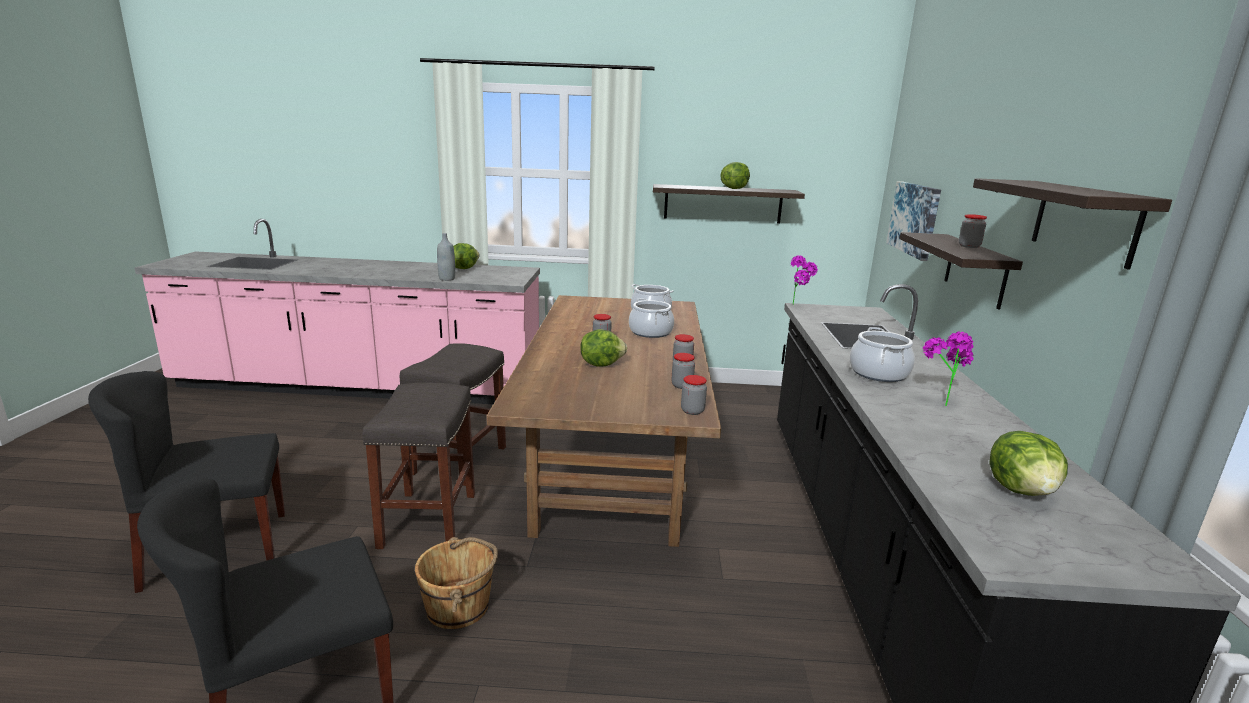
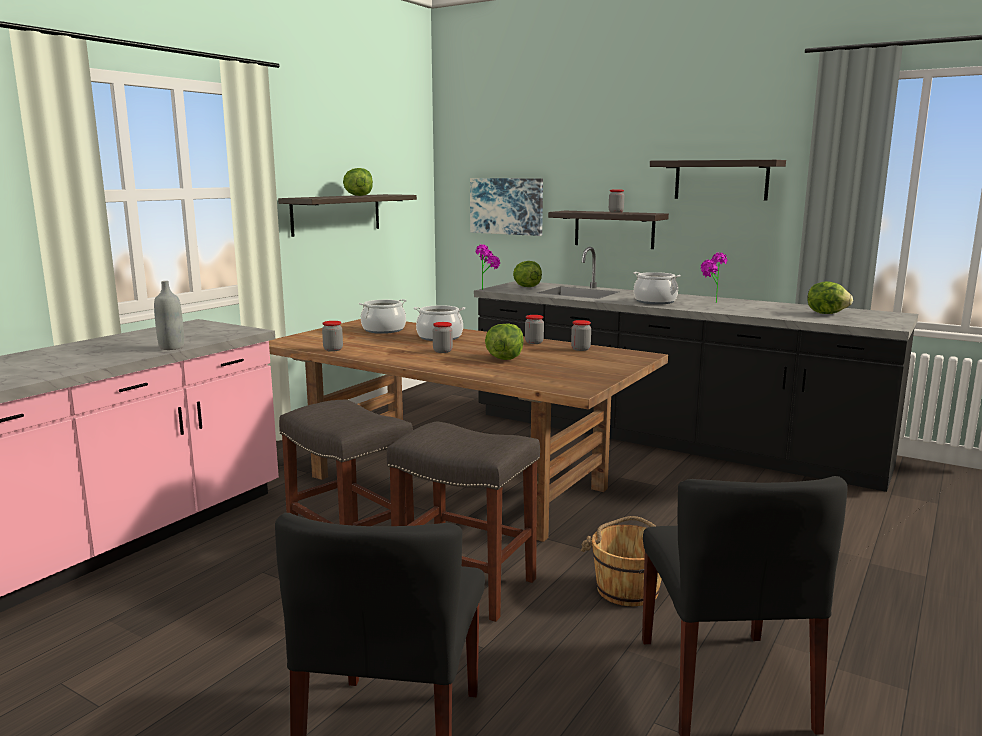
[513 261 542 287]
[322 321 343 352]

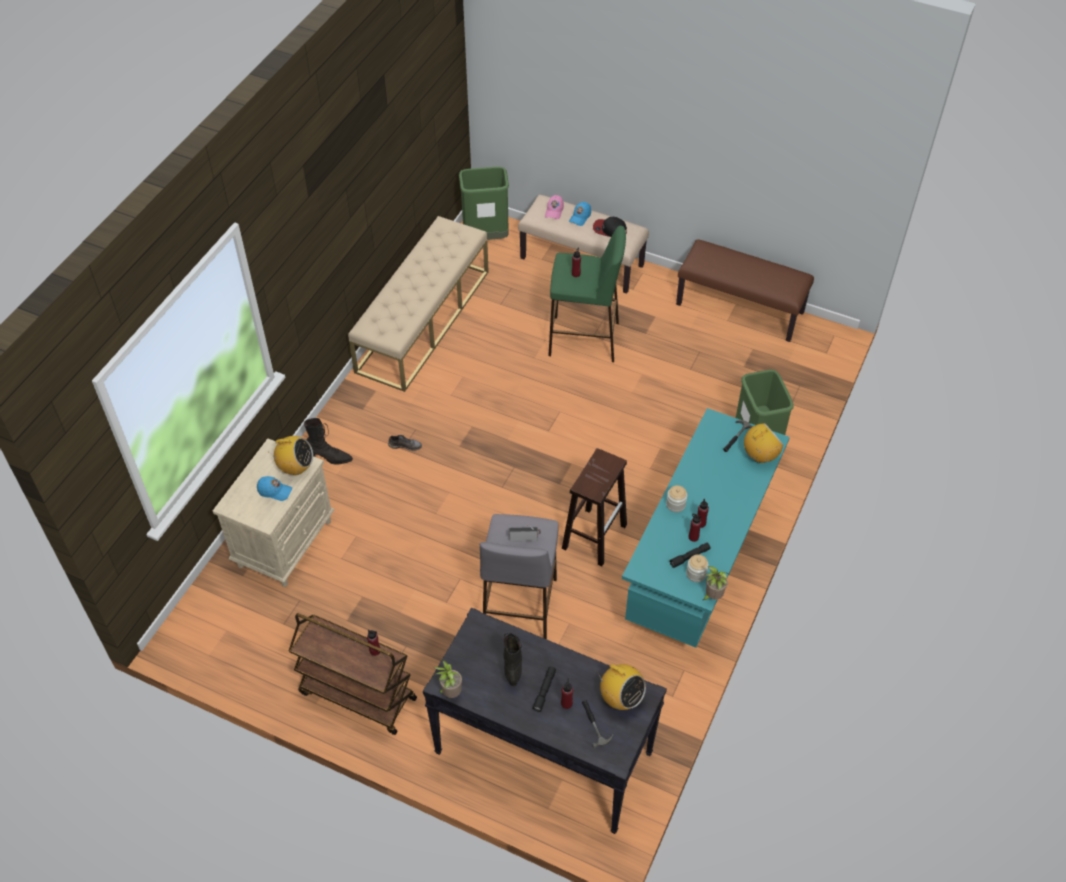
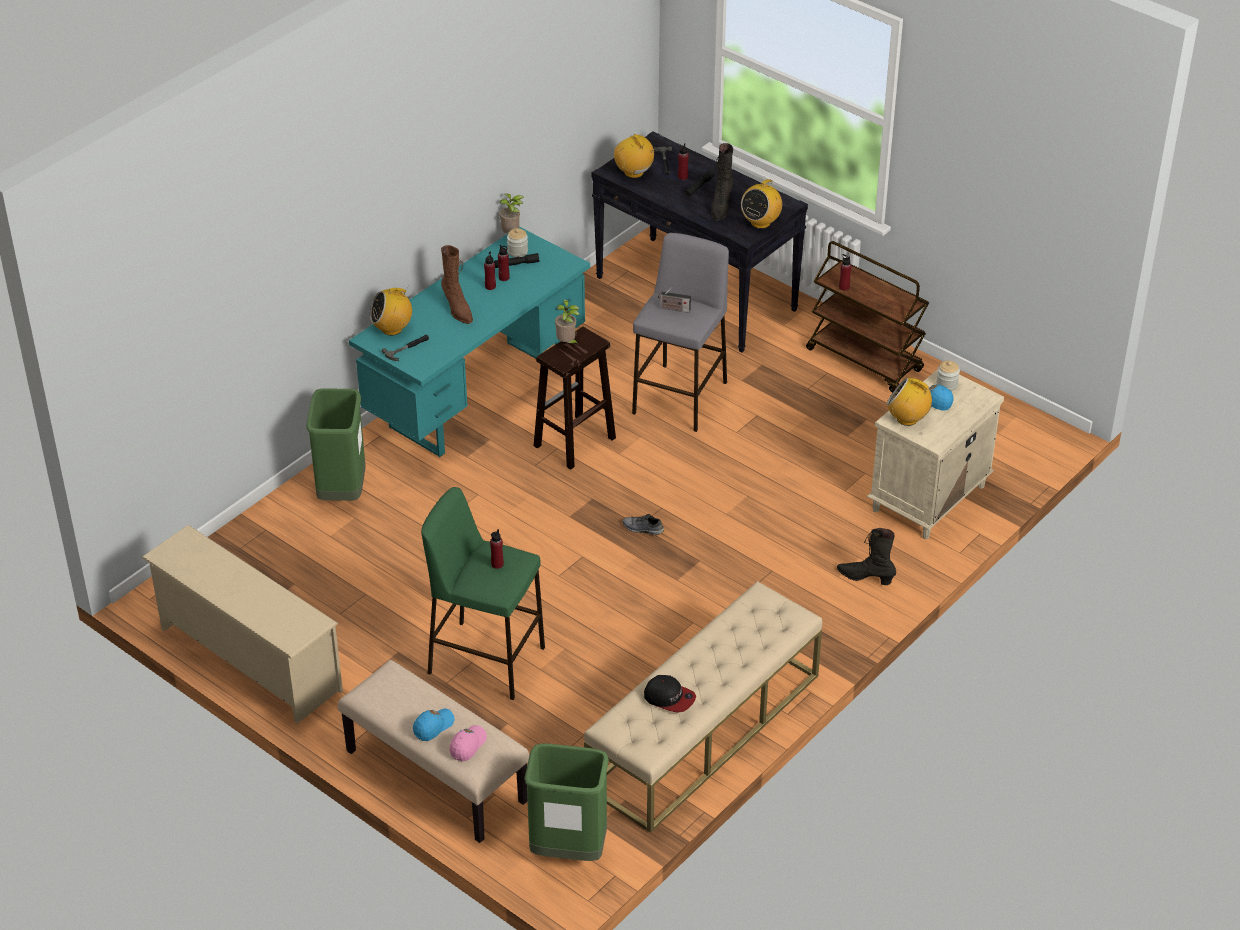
[644 675 696 712]
[142 525 343 723]
[623 514 664 535]
[936 361 960 391]
[555 300 580 345]
[741 177 782 229]
[441 245 473 324]

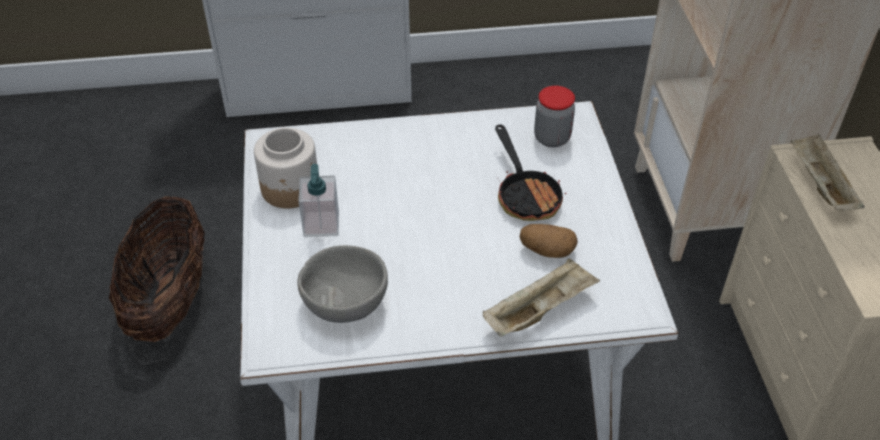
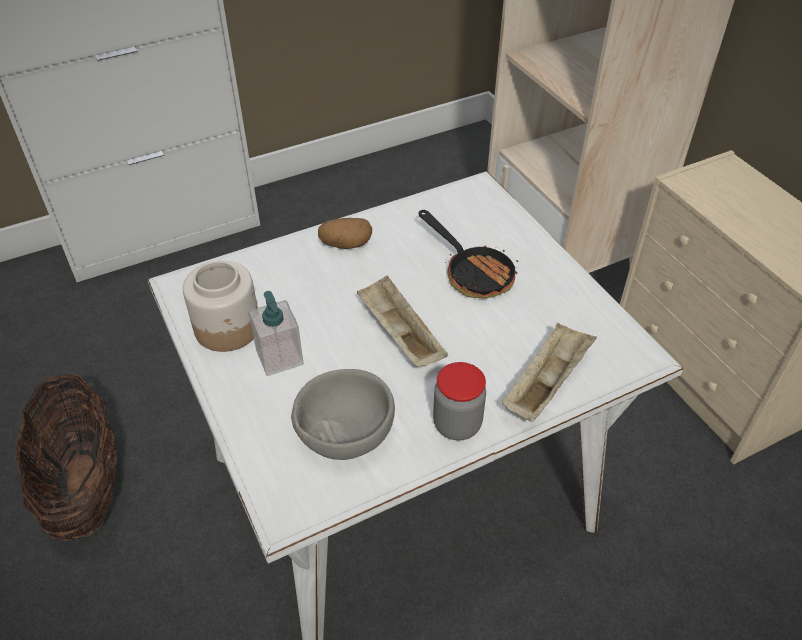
[433 362 486 441]
[357 275 448 367]
[318 218 372 249]

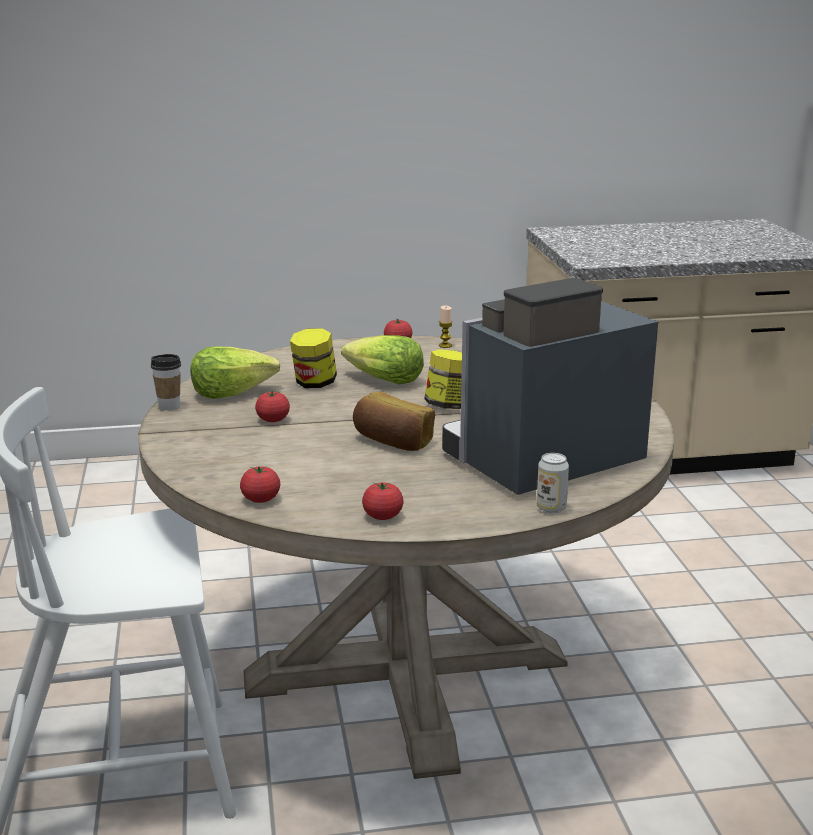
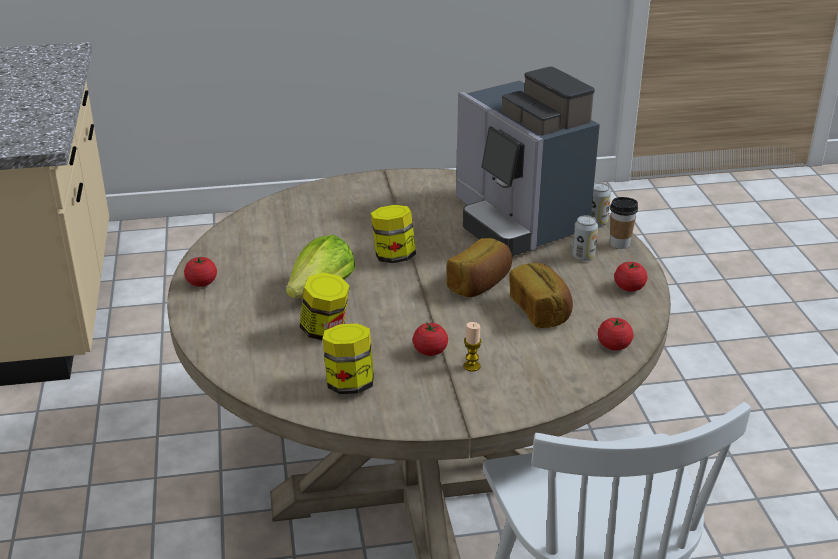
[464 322 482 372]
[323 323 374 394]
[610 197 638 249]
[572 215 598 261]
[509 263 573 328]

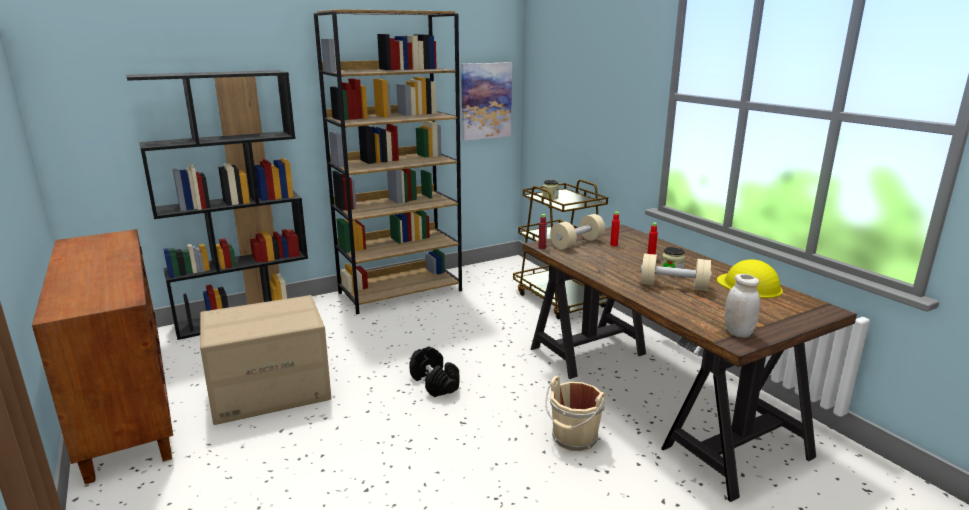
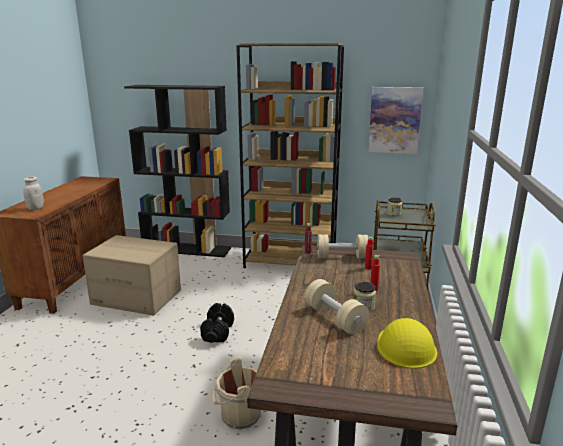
[23 177 44 210]

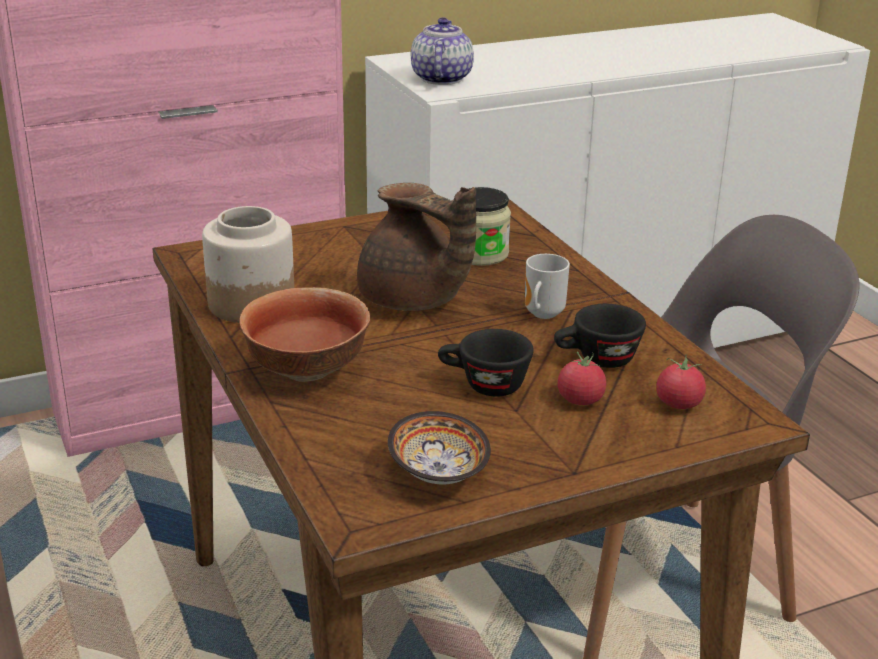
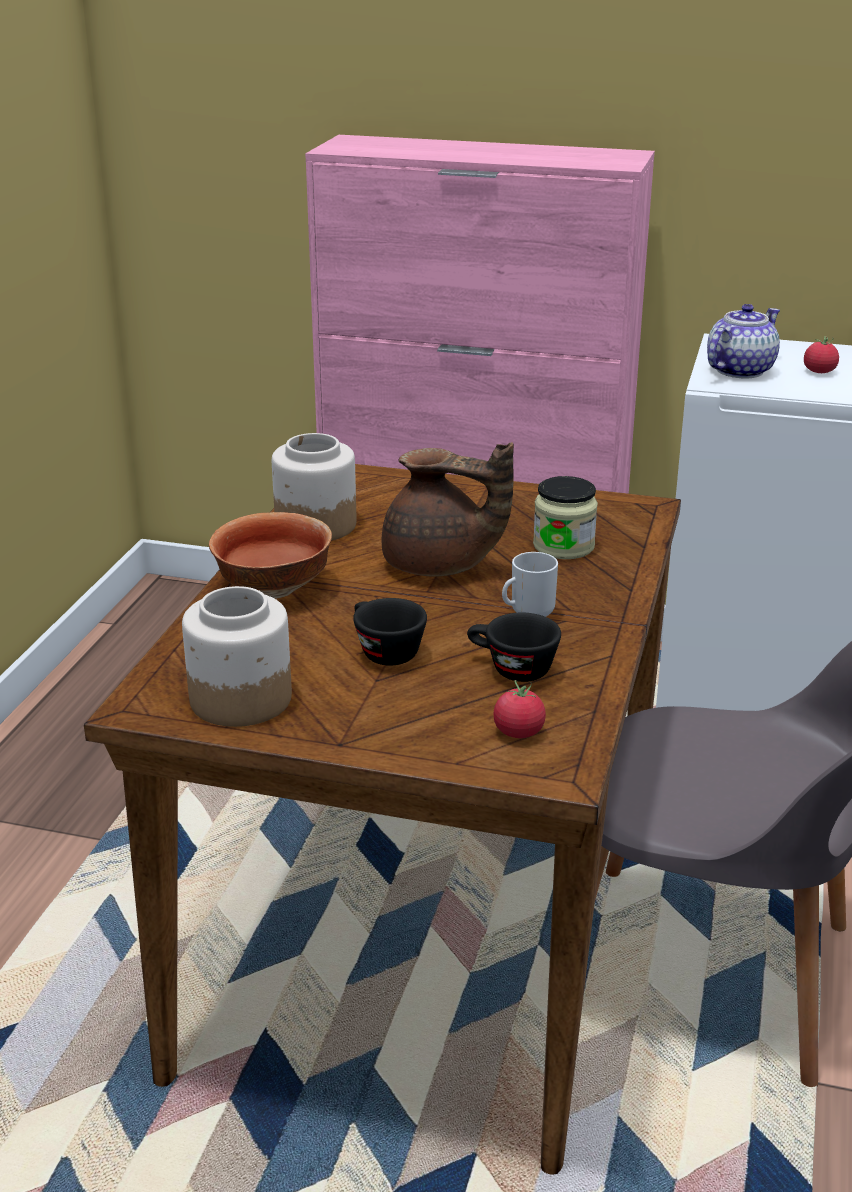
[381 442 514 577]
[804 336 839 373]
[182 586 292 727]

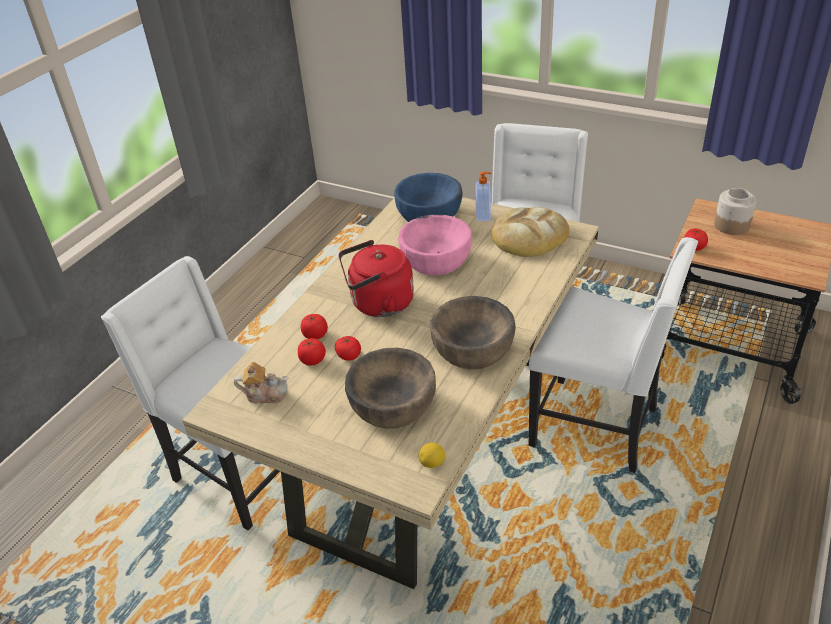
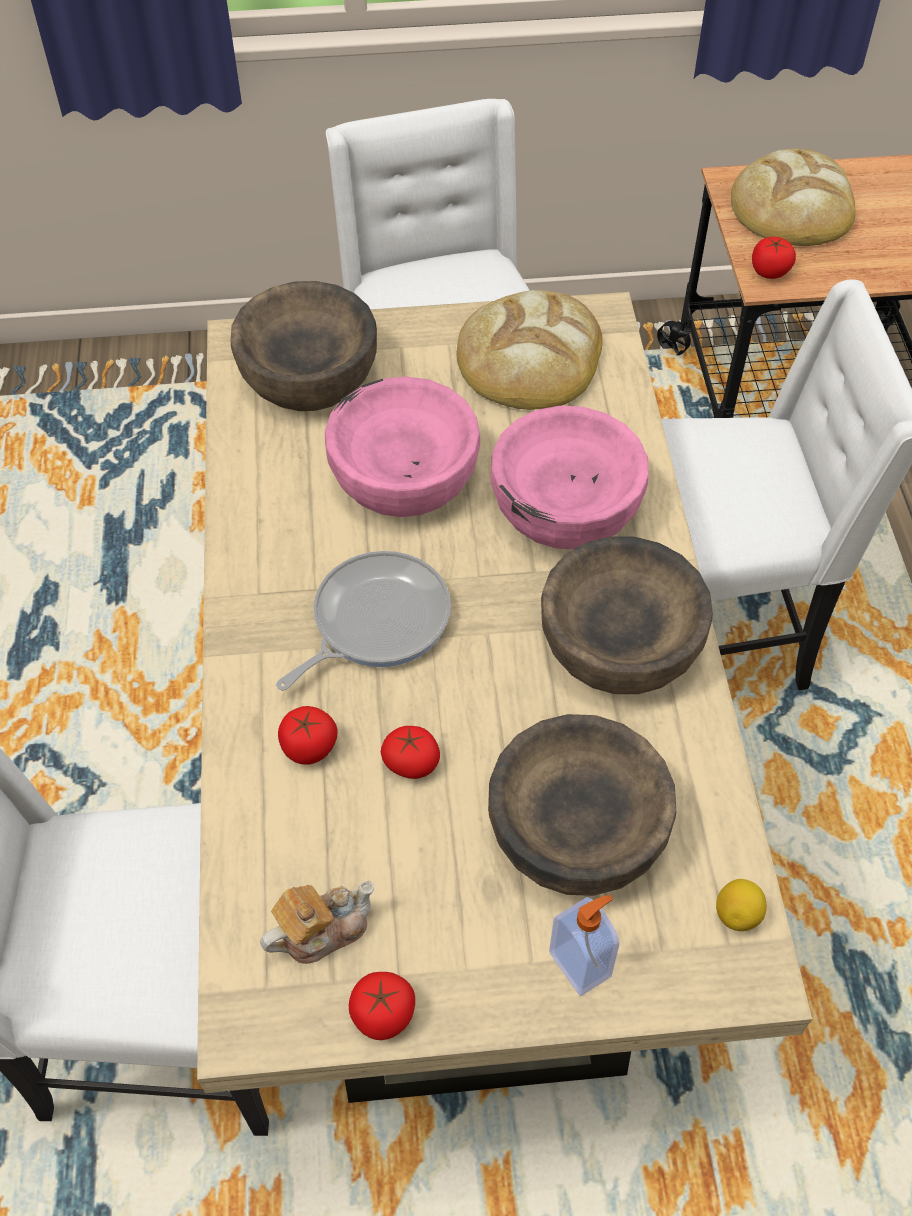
[549 895 619 996]
[231 281 377 411]
[731 149 856 246]
[276 551 451 691]
[349 972 415 1040]
[490 406 649 549]

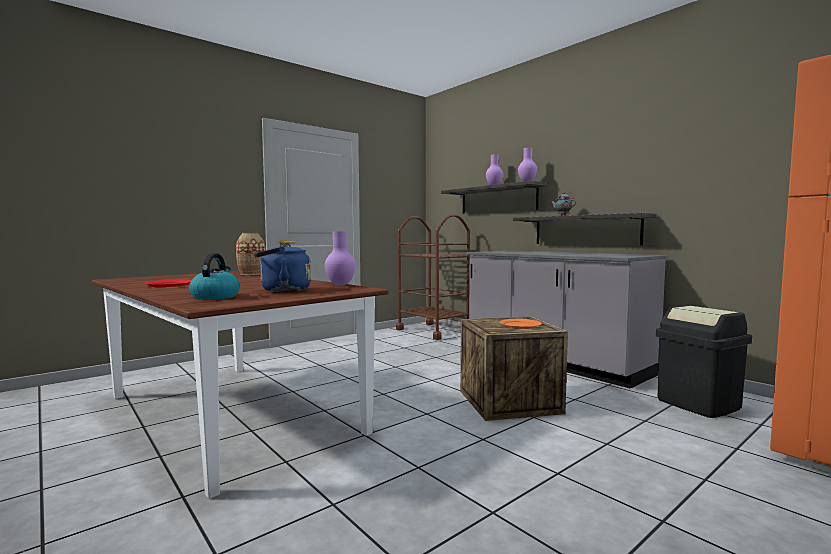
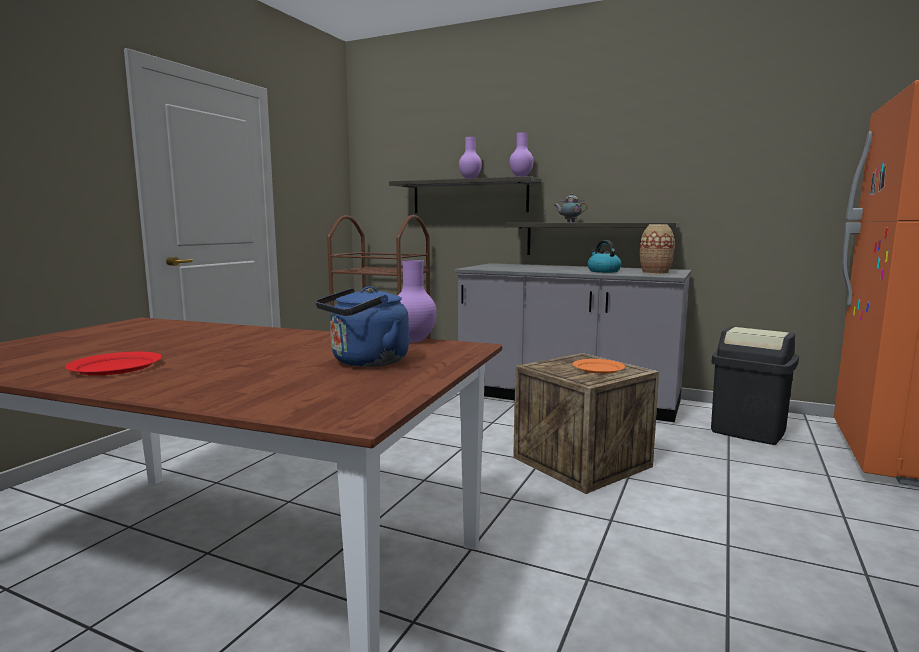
[640 224 675 274]
[588 240 621 273]

